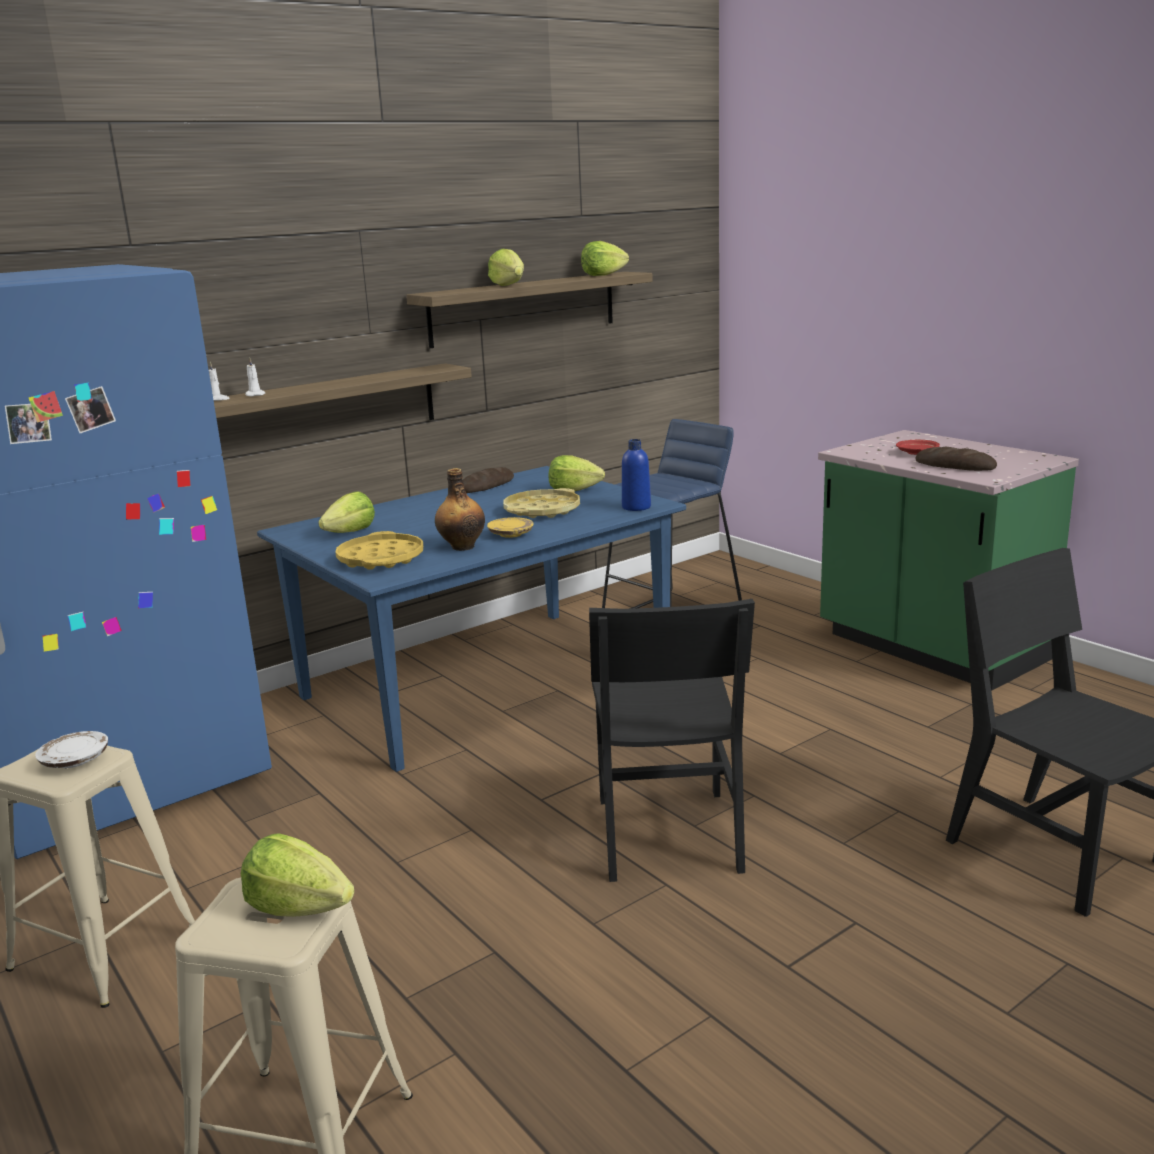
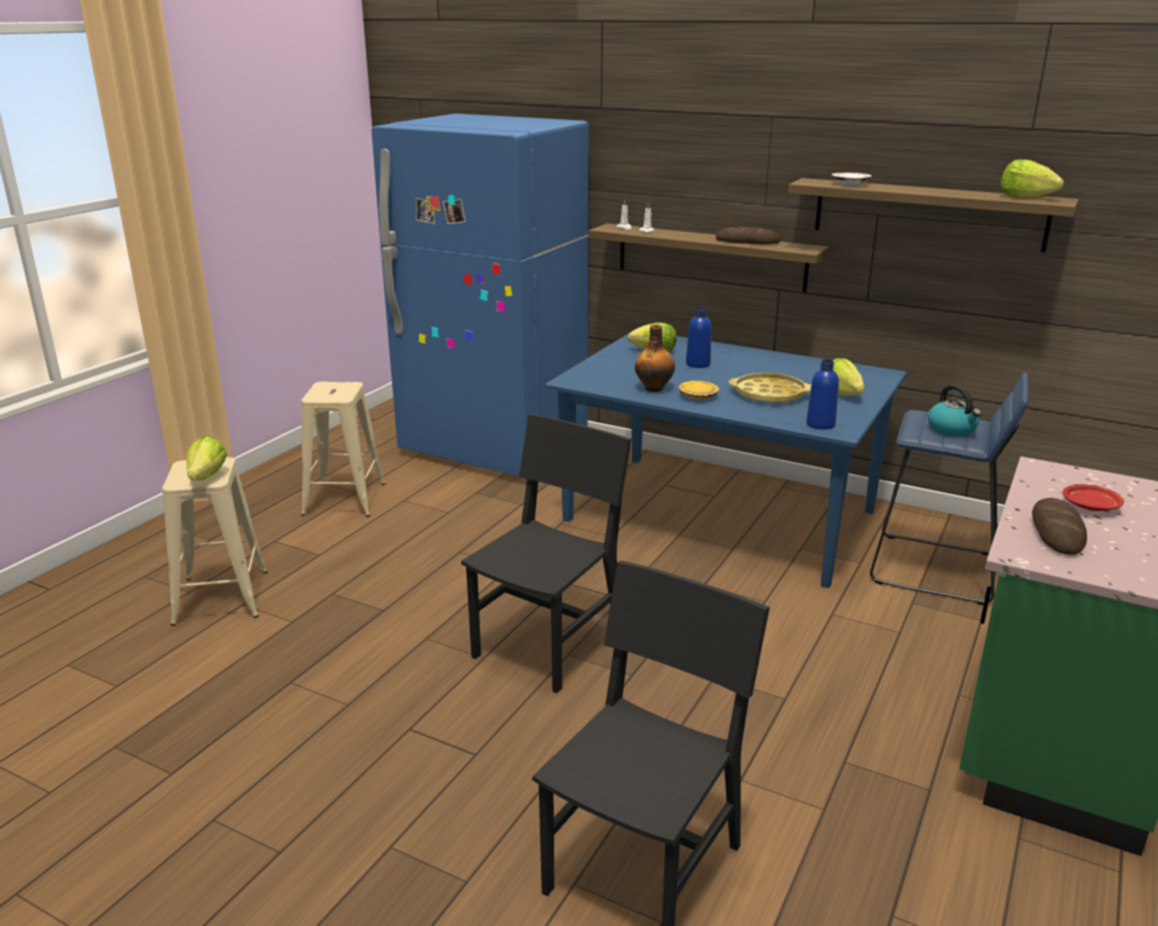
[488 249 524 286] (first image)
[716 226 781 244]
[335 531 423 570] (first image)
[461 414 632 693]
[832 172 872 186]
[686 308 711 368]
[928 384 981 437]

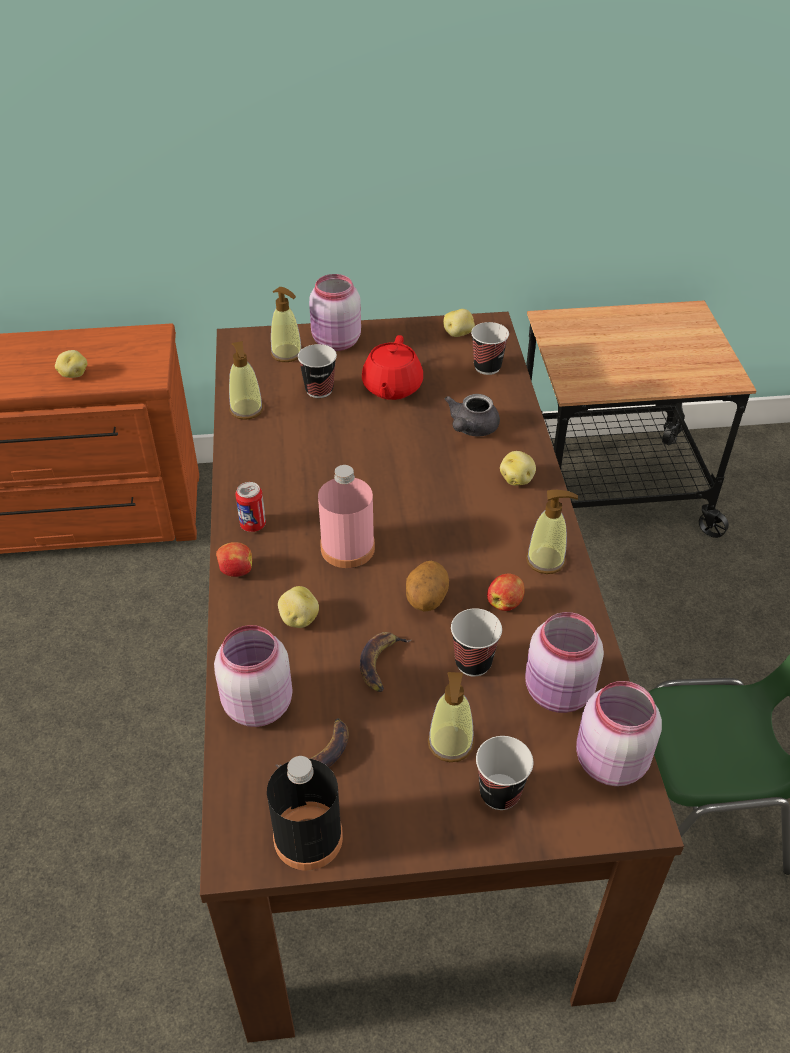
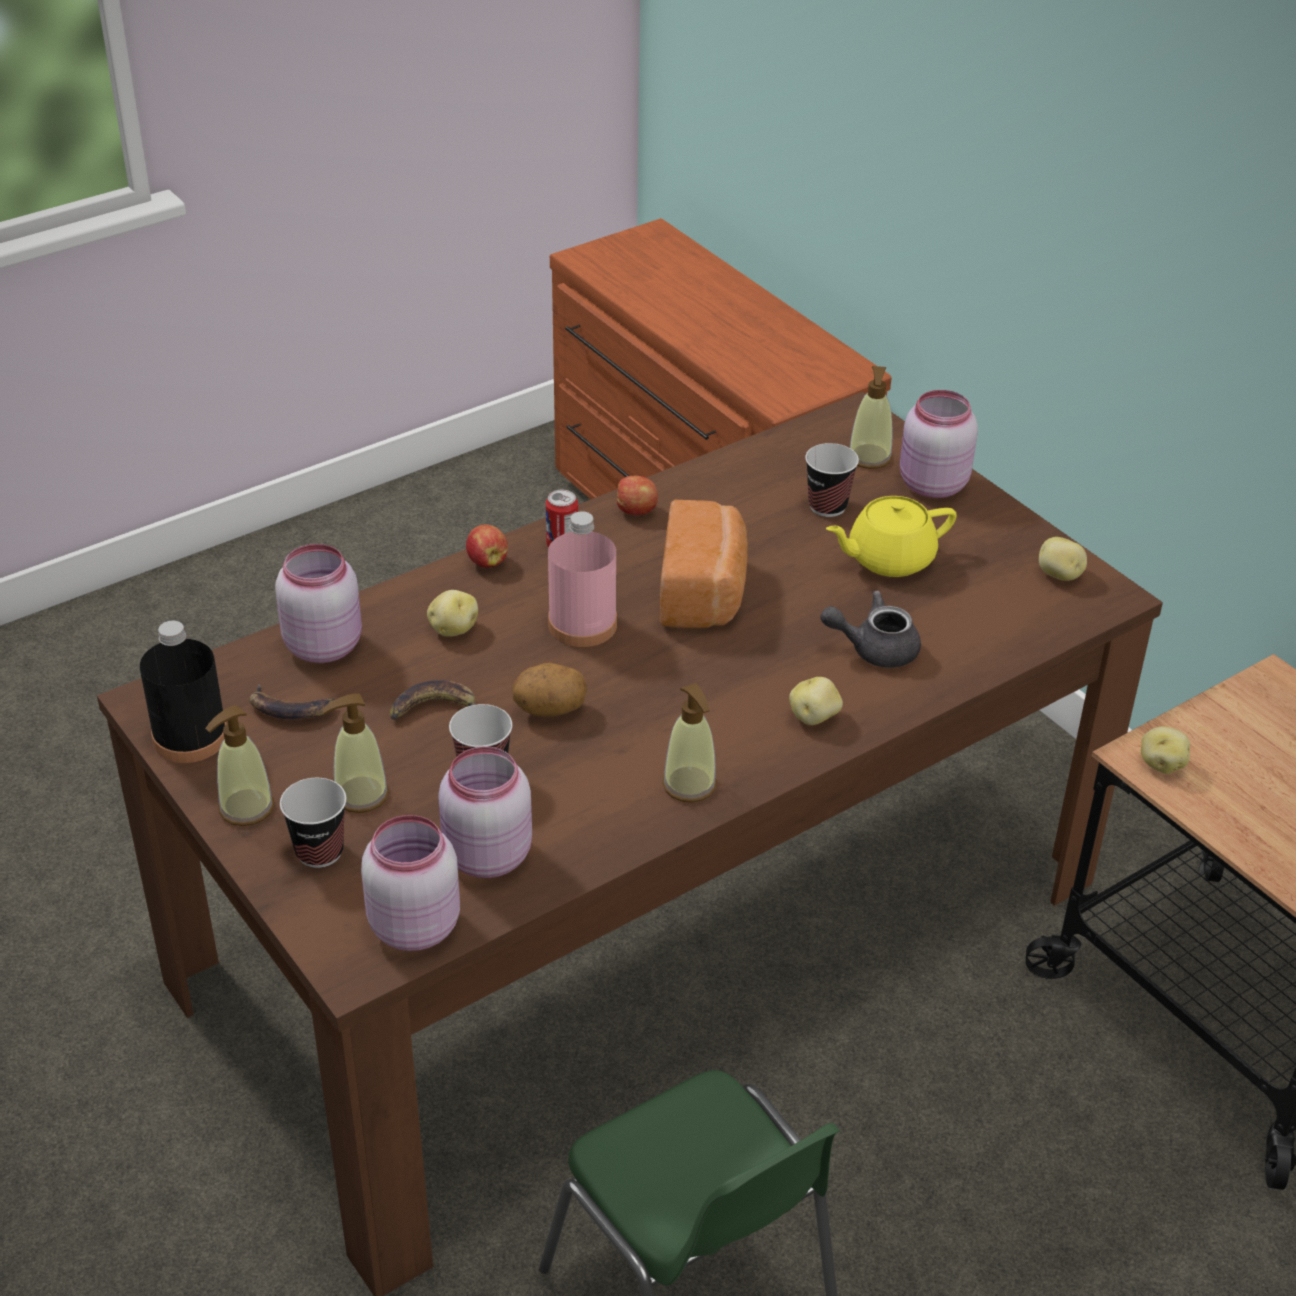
[471 322 509 375] (first image)
[826 496 957 577]
[205 705 274 826]
[1141 726 1190 774]
[617 476 658 515]
[660 500 748 628]

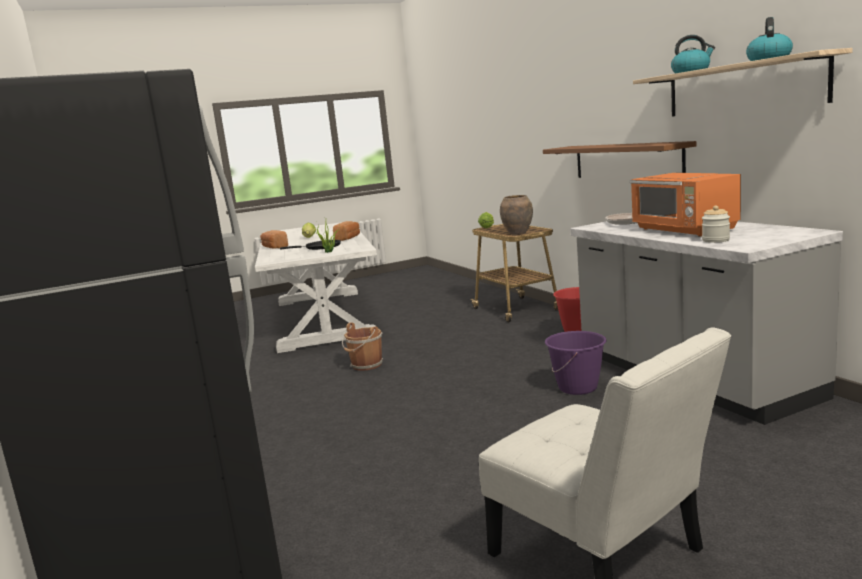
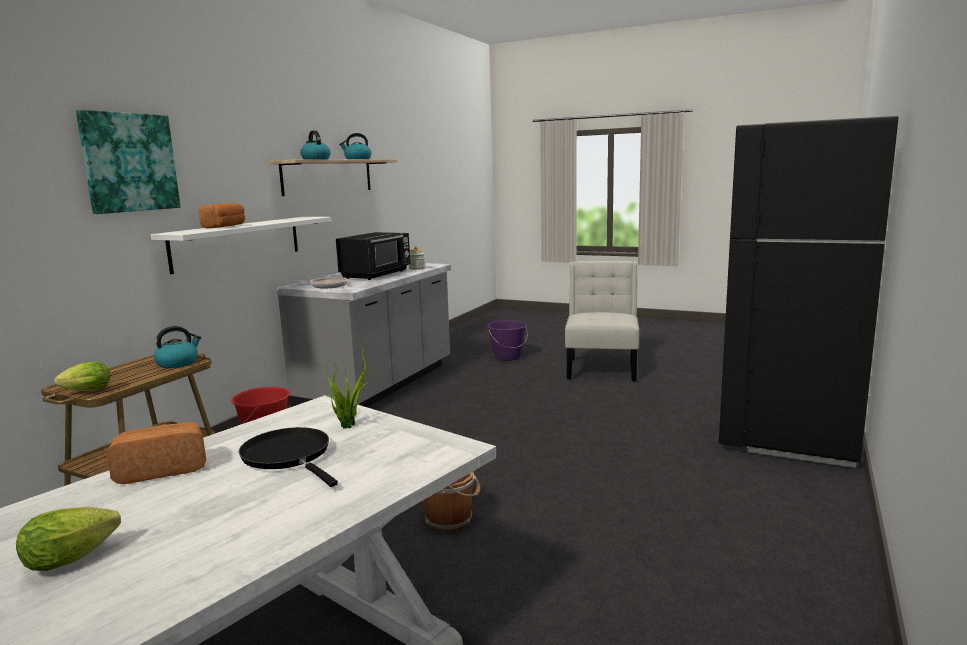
[151 217 331 274]
[336 232 410 280]
[154 326 201 368]
[199 203 245 228]
[487 320 527 361]
[76 110 181 214]

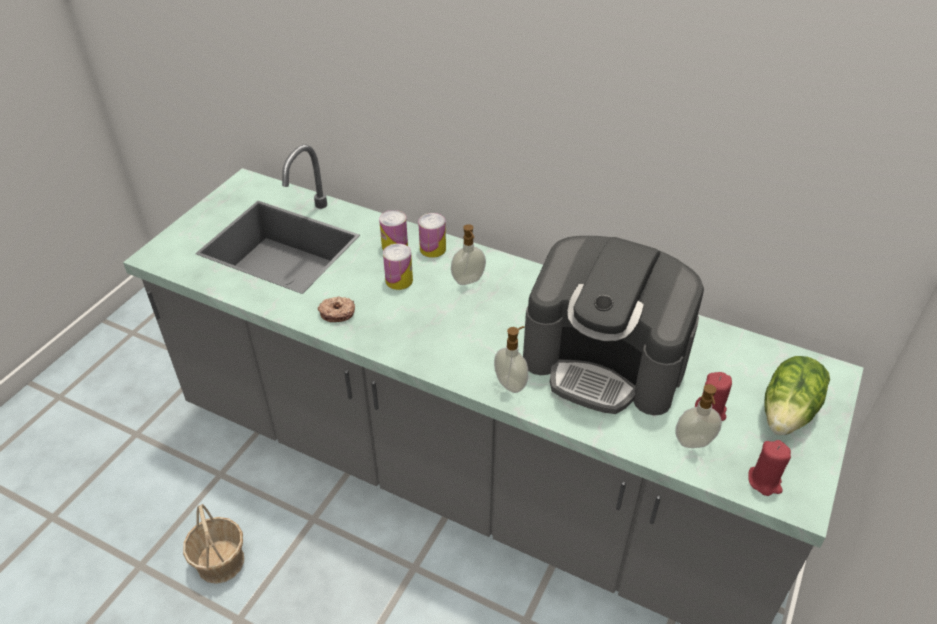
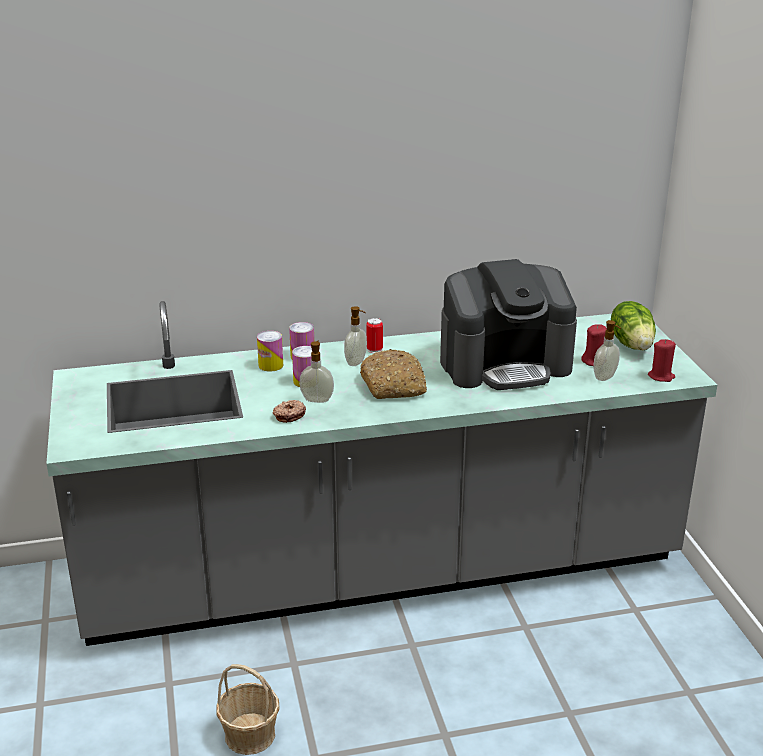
[299 341 334 403]
[366 318 383 353]
[360 349 427 399]

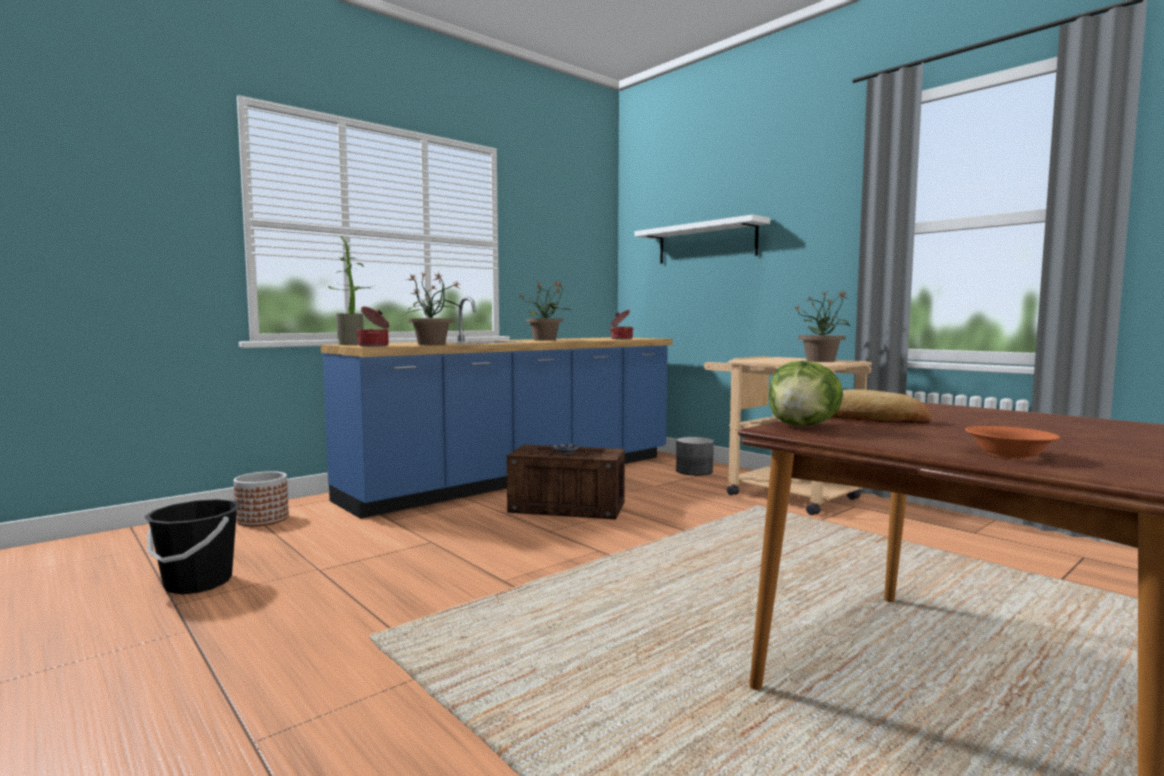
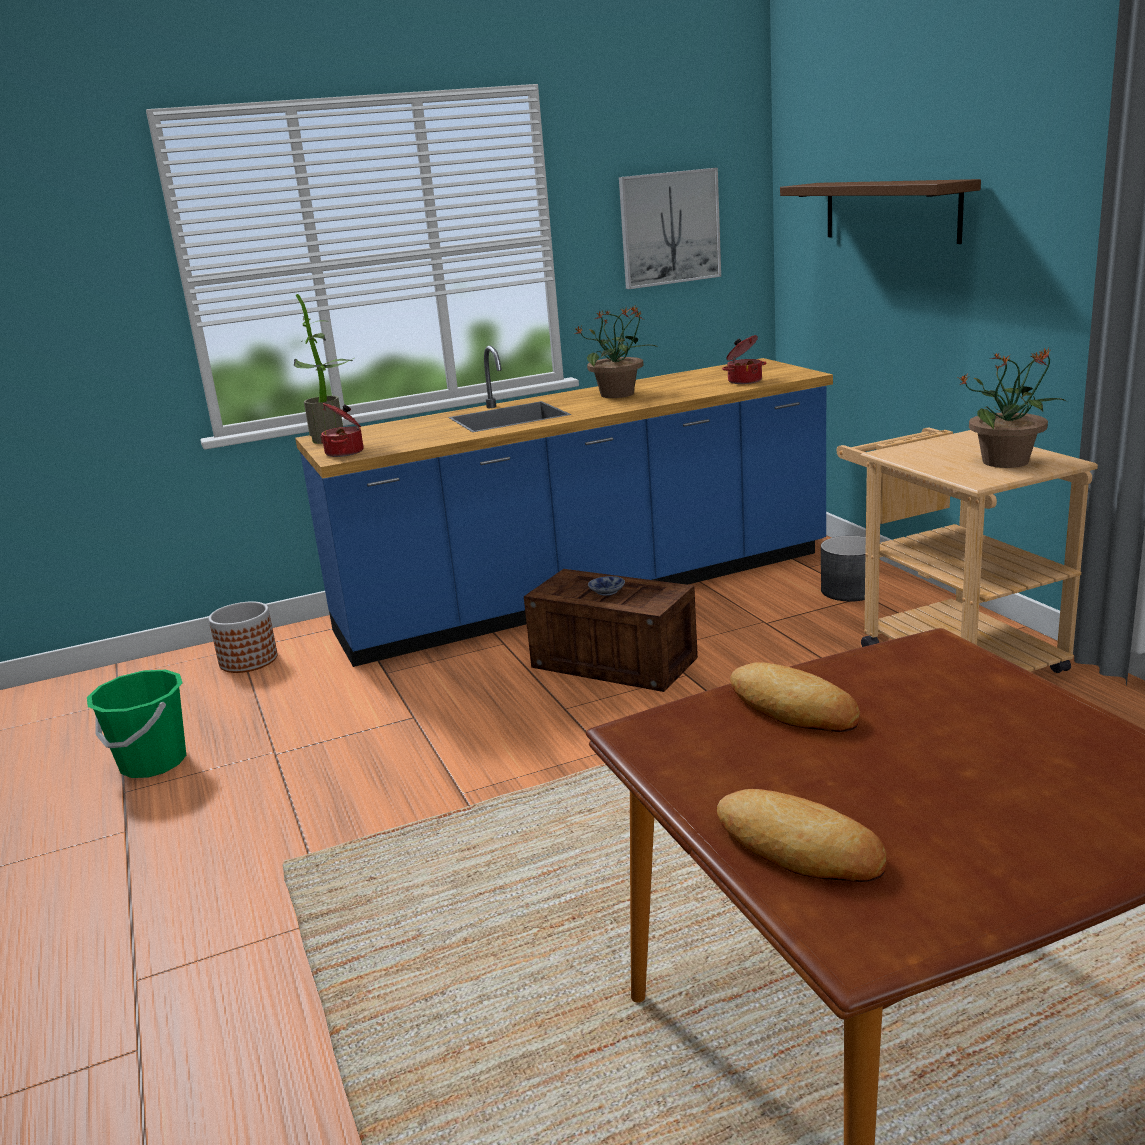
[780 179 981 244]
[403 272 462 345] (first image)
[769 361 843 426] (first image)
[717 789 887 882]
[87 670 186 778]
[619 168 721 289]

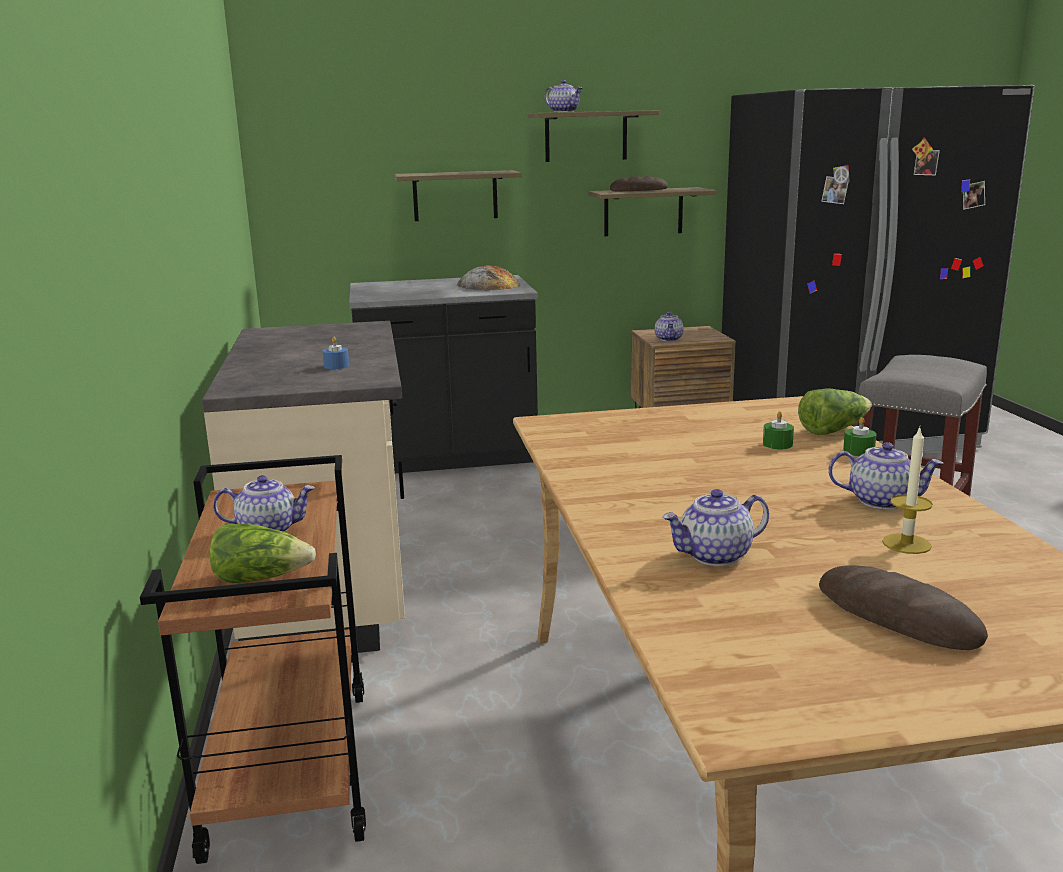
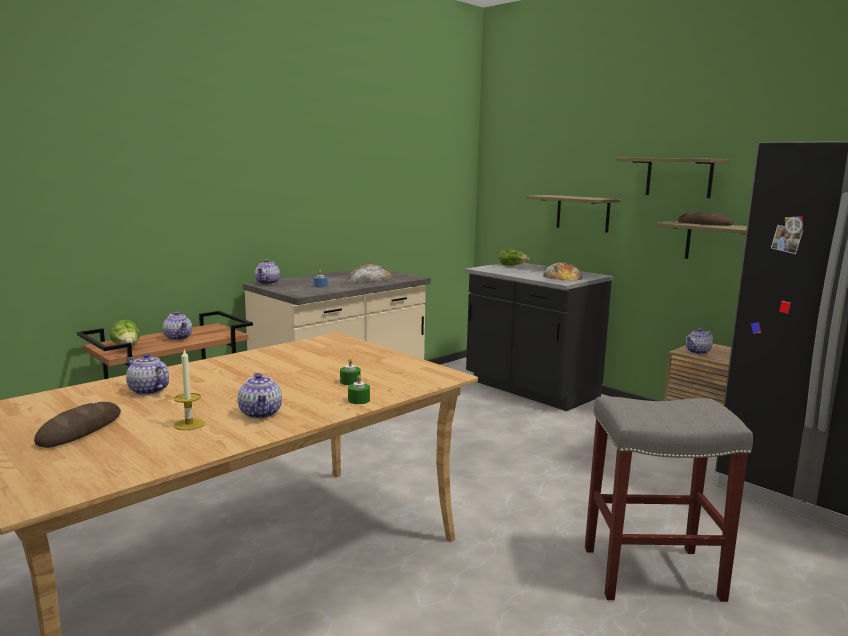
[255 259 280 285]
[499 248 529 265]
[347 264 393 283]

